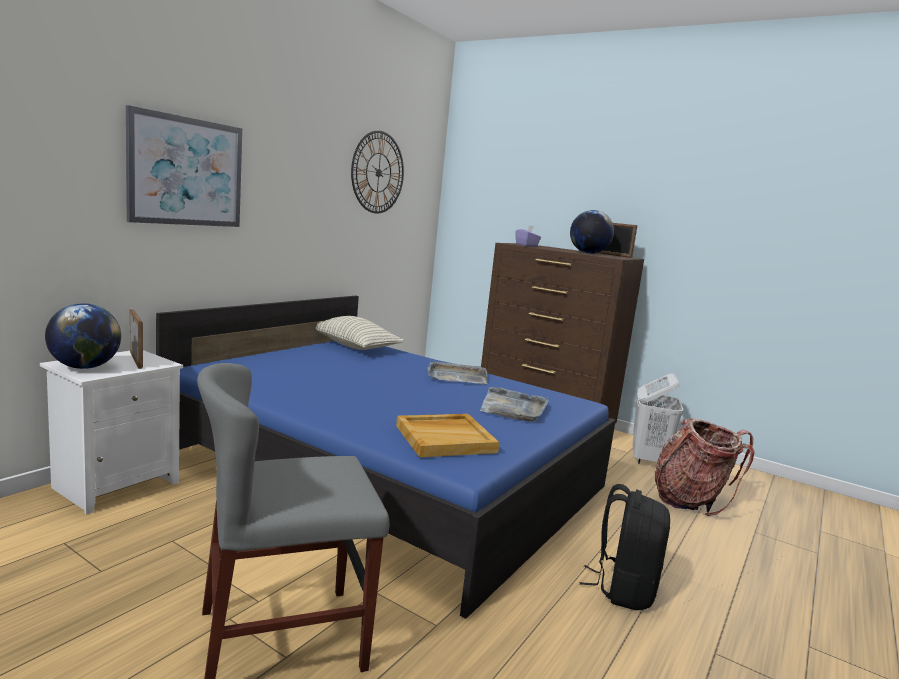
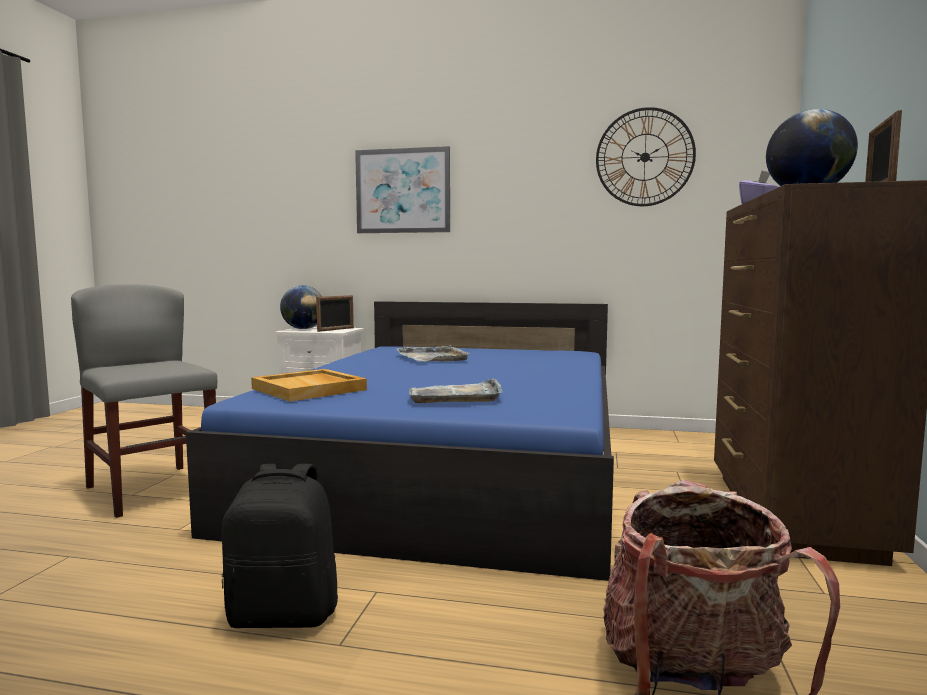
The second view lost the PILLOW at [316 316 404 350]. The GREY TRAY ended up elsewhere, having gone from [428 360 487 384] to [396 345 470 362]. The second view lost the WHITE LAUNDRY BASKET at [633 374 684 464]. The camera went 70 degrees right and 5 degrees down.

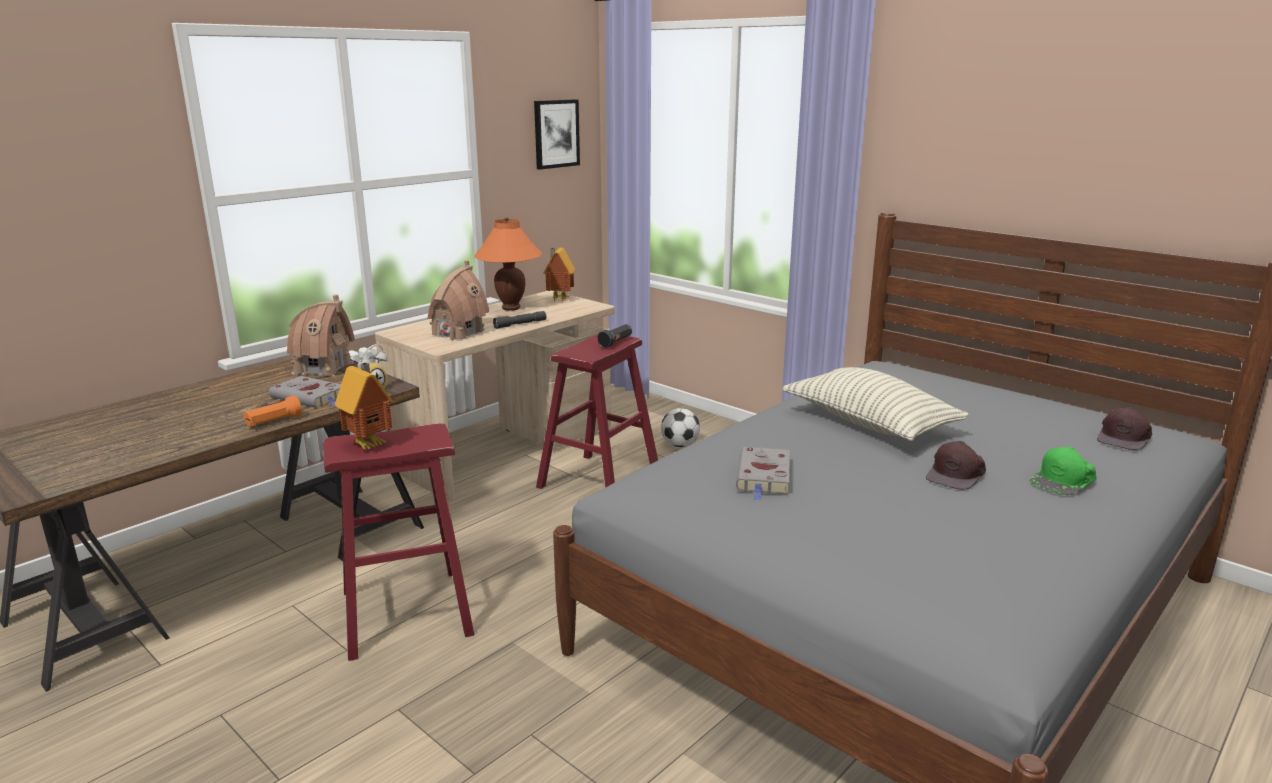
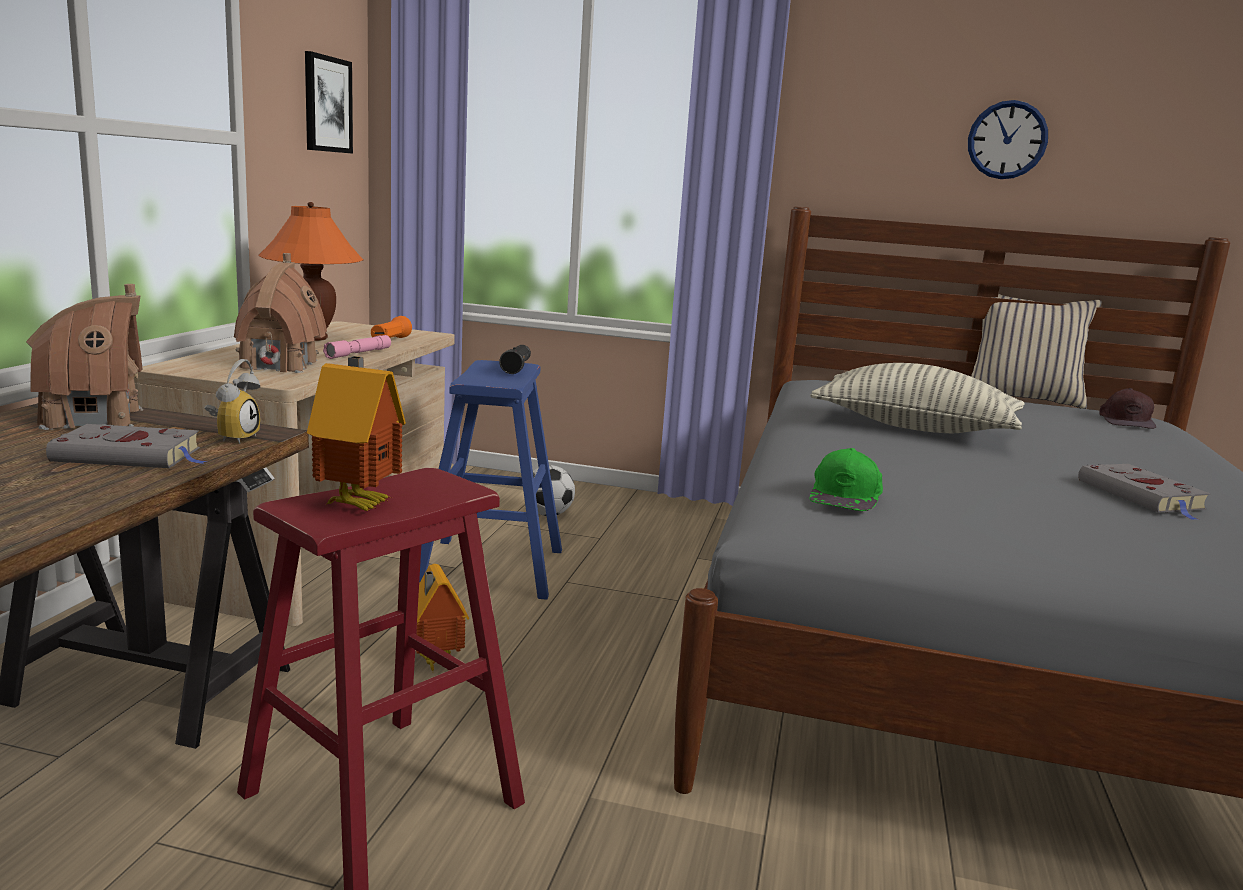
The TOY HOUSE ended up elsewhere, having gone from [543 247 576 302] to [416 564 469 671]. What was the GREY FLASHLIGHT at [493 311 546 329] turned into the PINK FLASHLIGHT at [323 335 391 359]. What was the RED STOOL at [536 334 658 489] turned into the BLUE STOOL at [419 360 562 600]. The ORANGE FLASHLIGHT ended up elsewhere, having gone from [244 395 302 427] to [371 316 412 338]. The second view lost the BROWN CAP at [926 441 986 490]. The GREY BOOK ended up elsewhere, having gone from [736 447 790 500] to [1078 464 1211 520]. The GREEN CAP ended up elsewhere, having gone from [1029 447 1096 495] to [810 448 883 511]. The second view gained the WALL CLOCK at [968 100 1048 179]. The second view gained the BEIGE PILLOW at [971 294 1102 409]. The camera went 30 degrees left and 5 degrees down.

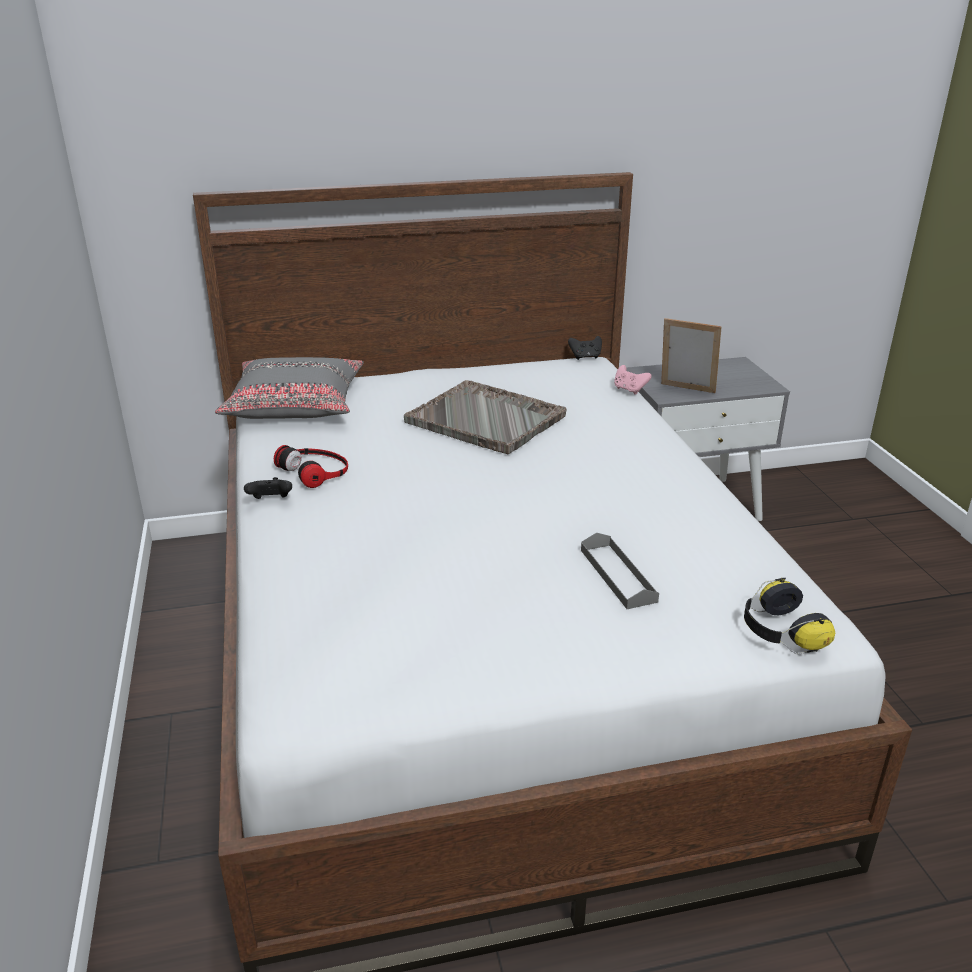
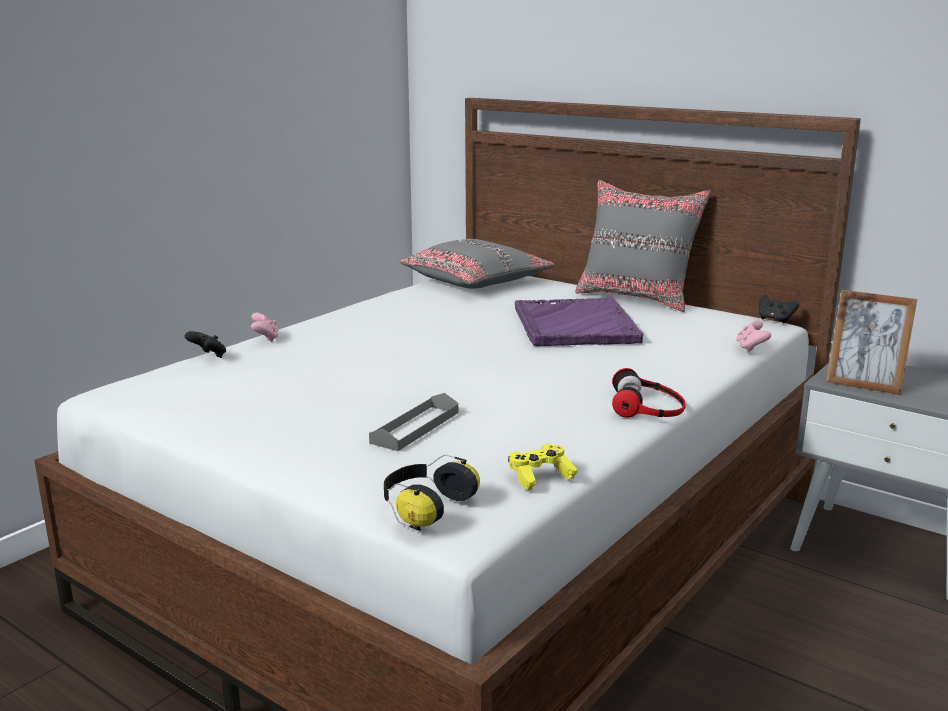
The PICTURE FRAME at [661 318 722 393] ended up facing another way, 135 degrees clockwise from before. What was the GREY TRAY at [404 380 567 454] turned into the PURPLE TRAY at [515 297 644 346]. The HEADPHONES ended up elsewhere, having gone from [274 445 348 488] to [612 368 686 418]. The BLACK GAME CONTROLLER ended up elsewhere, having gone from [244 477 292 499] to [185 331 226 358]. The second view gained the GREY PILLOW at [575 180 711 312]. The second view gained the PINK GAME CONTROLLER at [251 313 279 342]. The second view gained the YELLOW GAME CONTROLLER at [508 444 578 490]. The camera went 50 degrees right and 10 degrees down.

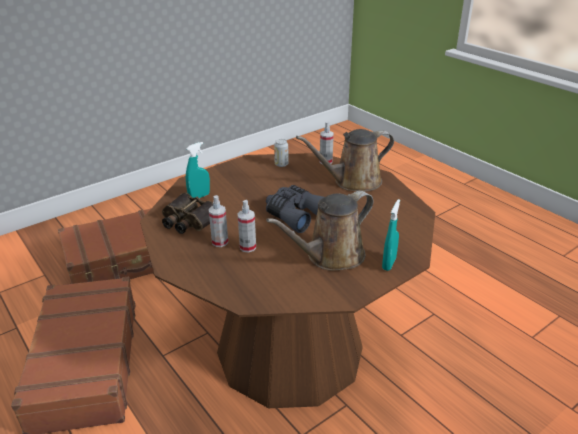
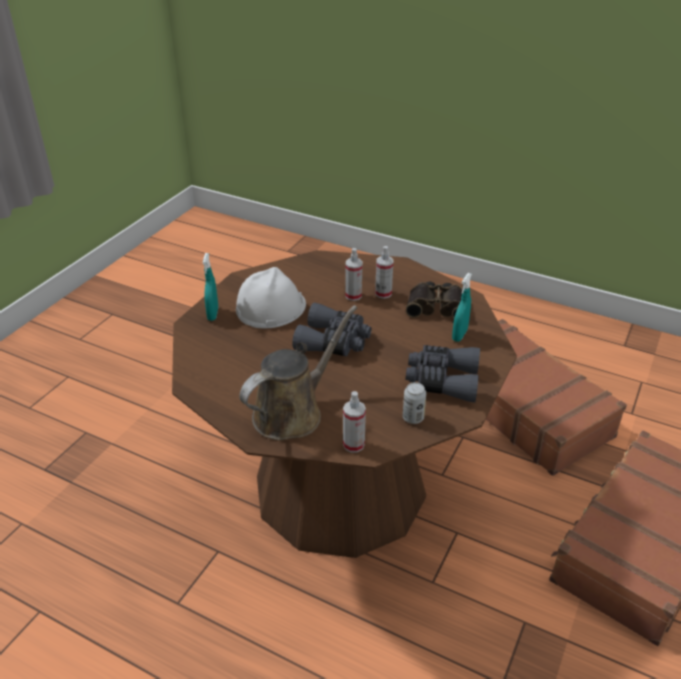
Where the BROWN WATERING CAN stood at [266 191 373 271], the WHITE HARD HAT came to stand at [236 267 306 328]. The second view gained the GREY BINOCULARS at [406 345 480 402]. The camera went 155 degrees right and 5 degrees up.

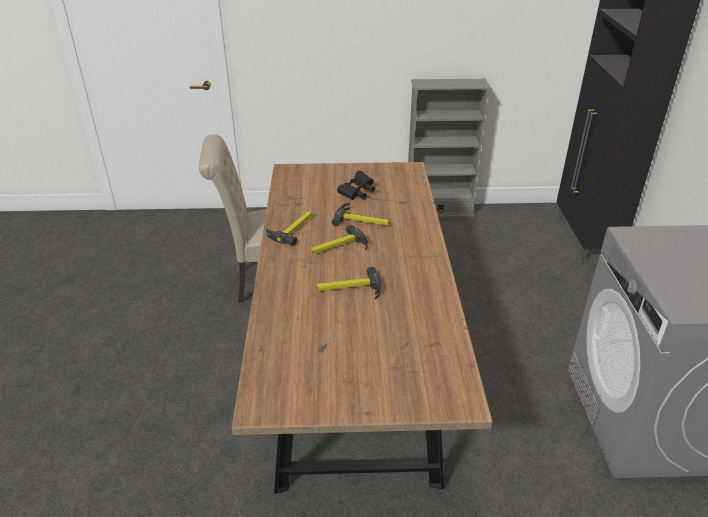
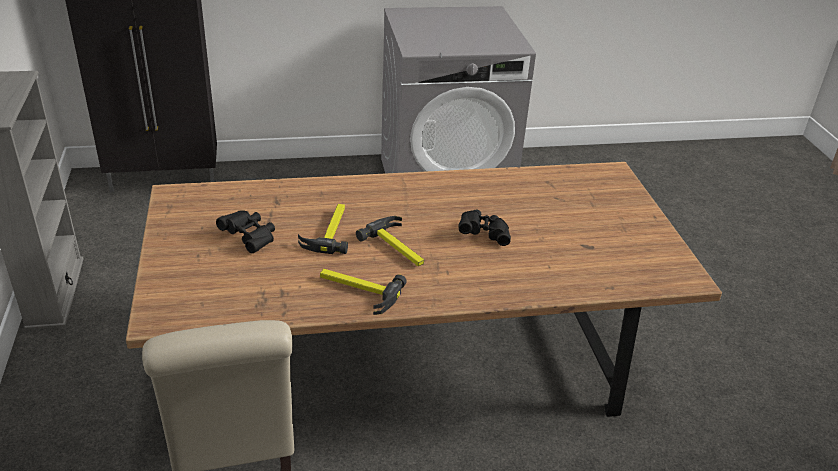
Where the HAMMER stood at [316 267 381 299], the BLACK BINOCULARS came to stand at [458 210 511 246]. The camera went 100 degrees left and 0 degrees up.

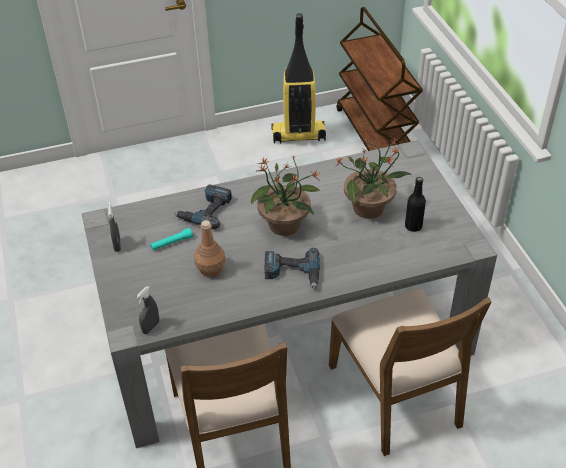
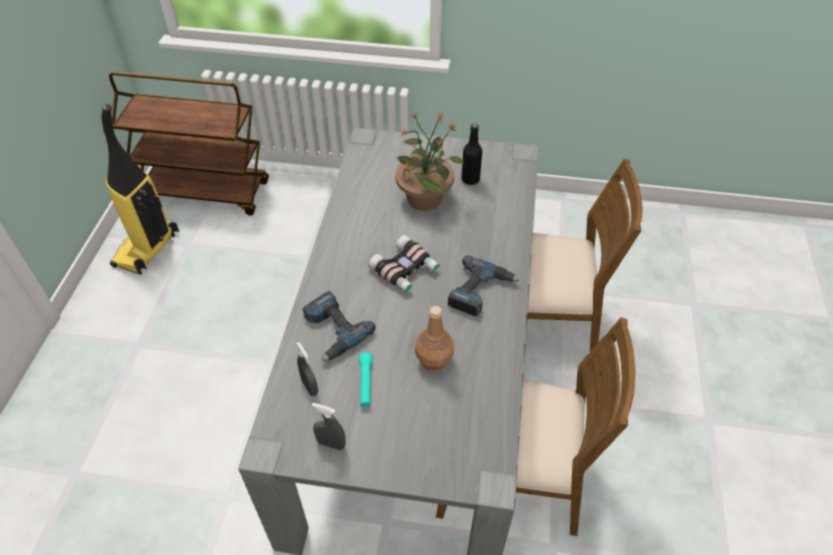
Where the POTTED PLANT stood at [251 155 321 236], the BINOCULARS came to stand at [368 235 440 293]. The GREY SPRAY BOTTLE ended up elsewhere, having gone from [136 286 159 334] to [296 342 318 396]. The camera went 65 degrees left and 5 degrees up.

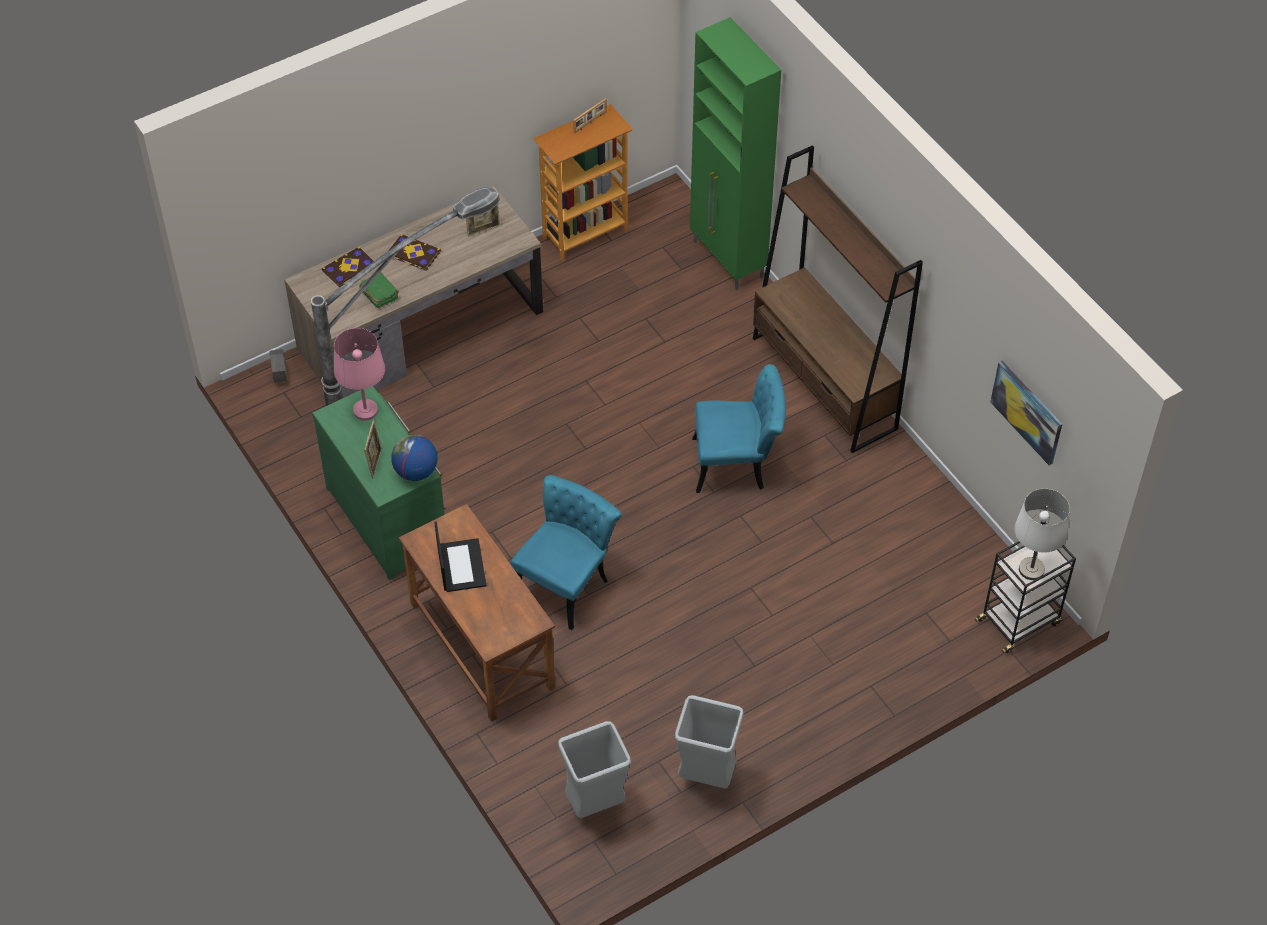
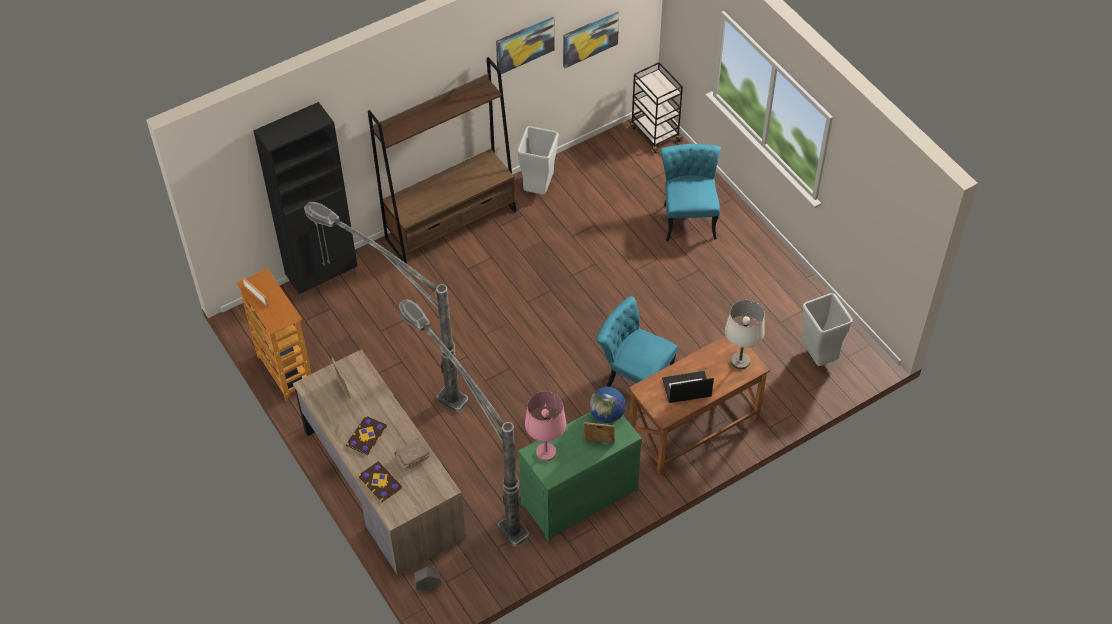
What was the GREEN CABINET at [690 17 781 291] turned into the BLACK CABINET at [253 102 358 301]. What was the GREEN BOOK at [359 272 399 308] turned into the BROWN BOOK at [395 438 430 471]. The TURQUOISE CHAIR ended up elsewhere, having gone from [692 364 786 493] to [660 144 721 241]. The WHITE TABLE LAMP ended up elsewhere, having gone from [1014 489 1070 580] to [725 300 765 369]. The GREY TRASH CAN ended up elsewhere, having gone from [675 695 743 788] to [517 126 559 194]. The second view gained the PICTURE at [496 16 555 74]. The second view gained the FLOOR LAMP at [304 202 468 412]. The camera went 90 degrees left and 0 degrees up.

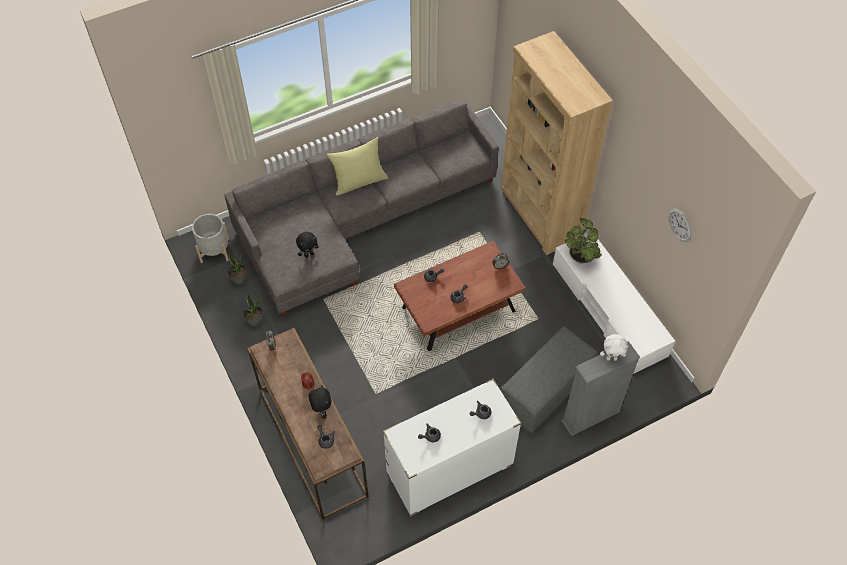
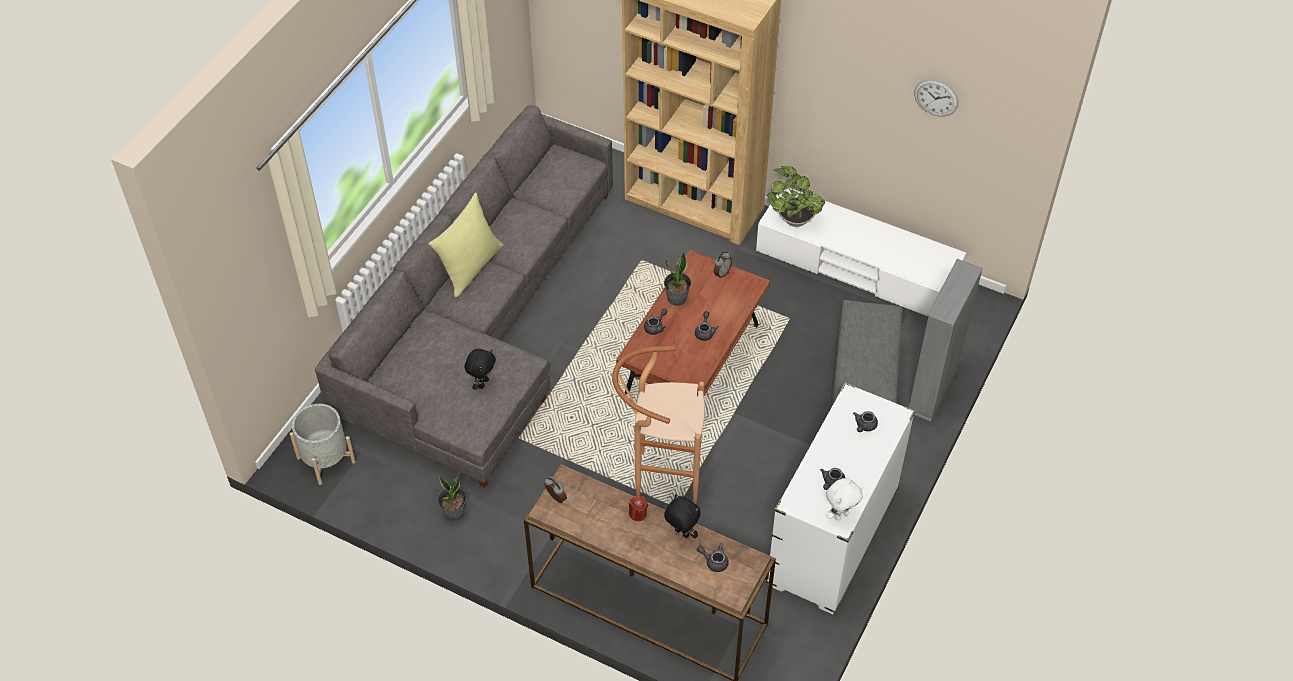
The POTTED PLANT ended up elsewhere, having gone from [228 252 246 285] to [664 252 691 306]. The WHITE PLUSH TOY ended up elsewhere, having gone from [600 334 628 361] to [826 478 863 520]. The second view gained the BROWN STOOL at [612 346 705 504]. The camera went 35 degrees left and 5 degrees down.

